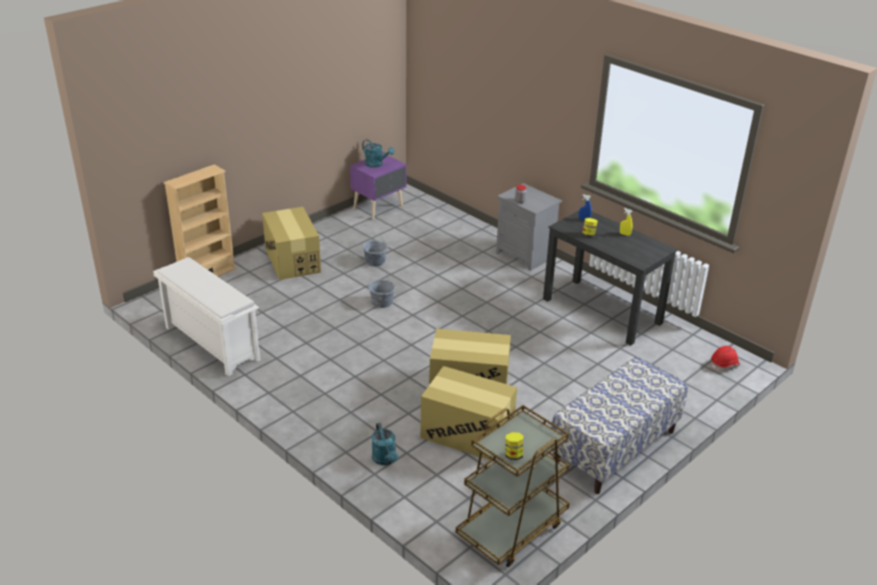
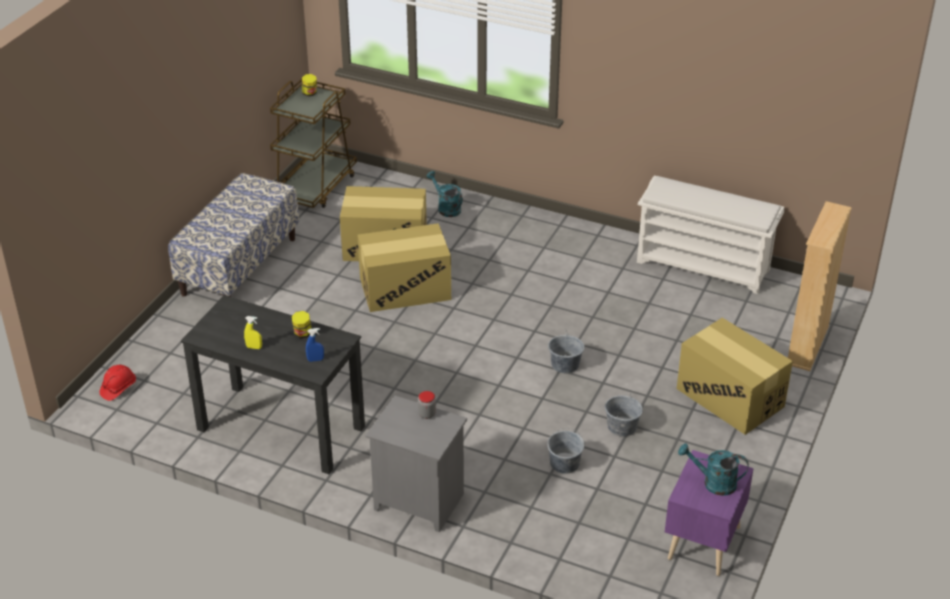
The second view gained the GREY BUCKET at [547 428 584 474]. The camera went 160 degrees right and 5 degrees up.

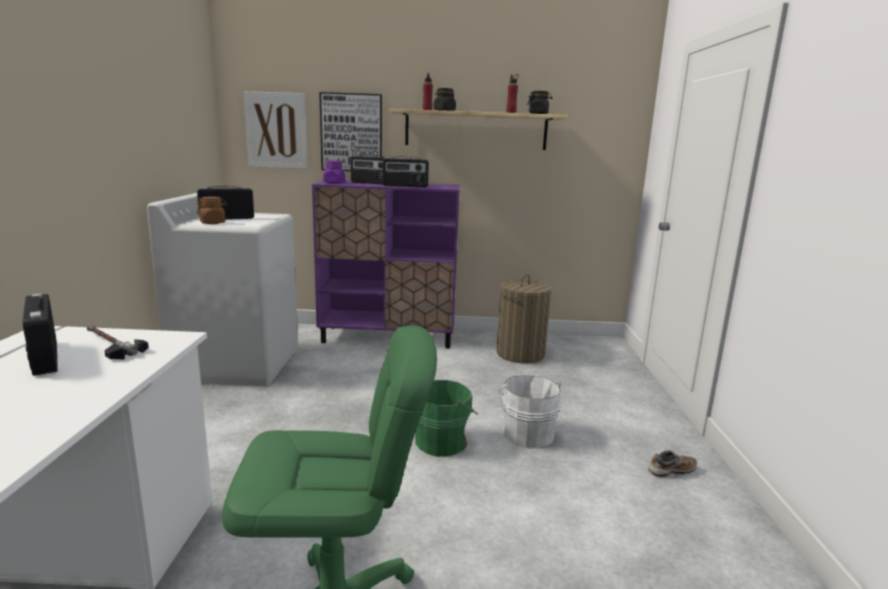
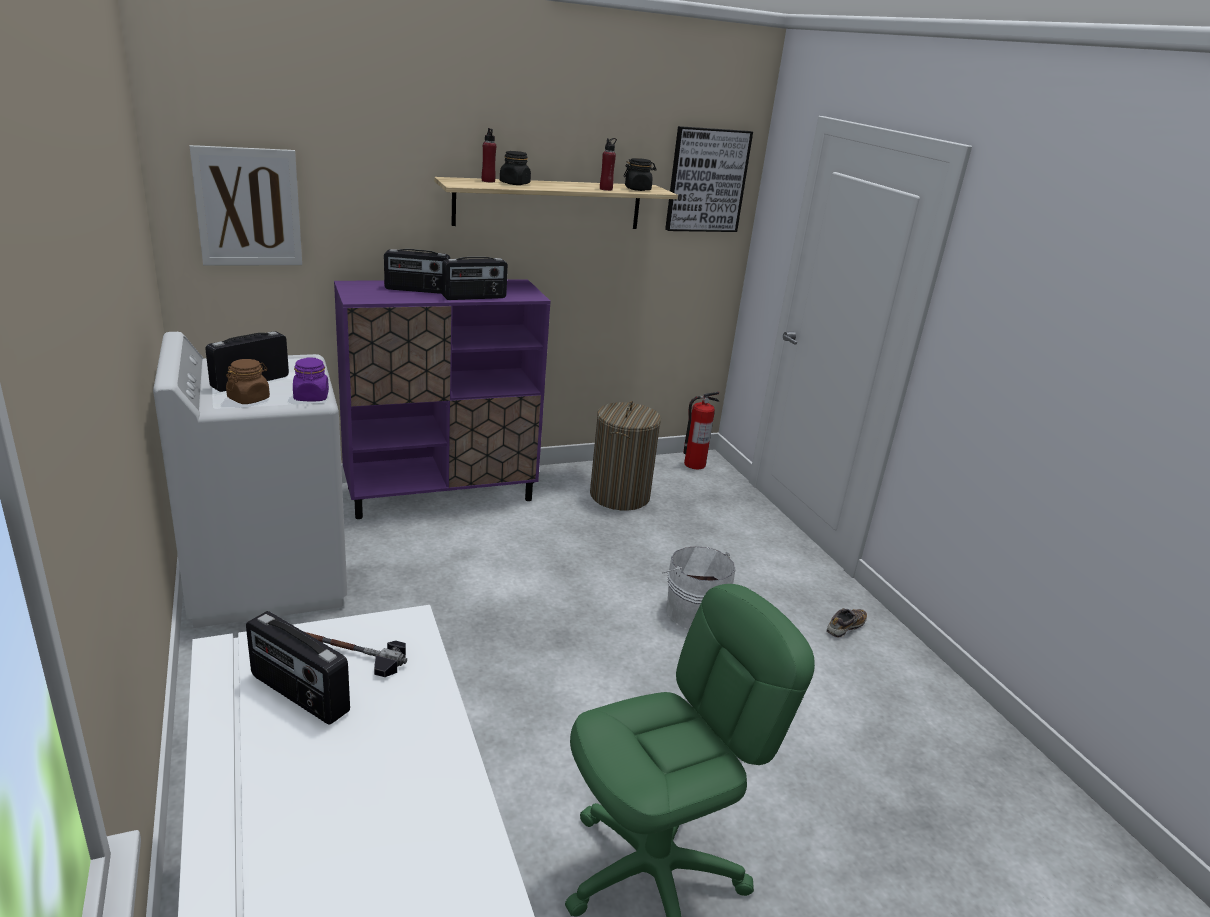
The PICTURE ended up elsewhere, having gone from [319 92 382 171] to [665 126 753 232]. The PURPLE JAR ended up elsewhere, having gone from [323 161 345 184] to [293 357 329 401]. The second view lost the GREEN BUCKET at [415 380 478 457]. The second view gained the FIRE EXTINGUISHER at [683 392 719 470]. The camera went 25 degrees left and 10 degrees up.

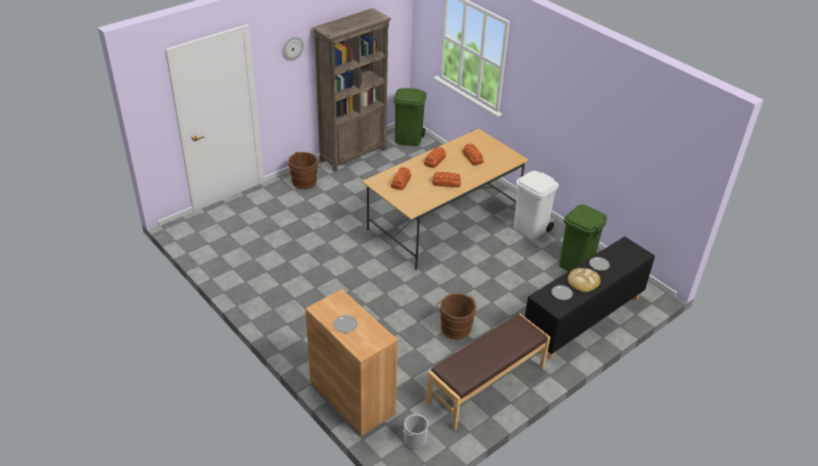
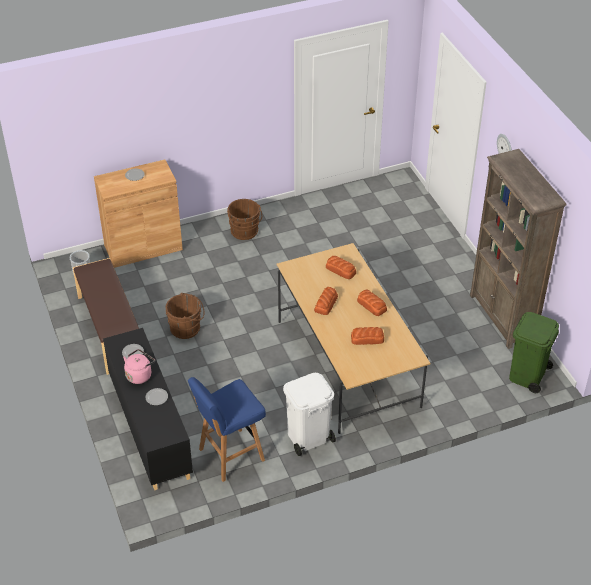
The BROWN BUCKET ended up elsewhere, having gone from [288 152 322 189] to [227 199 262 240]. Where the GREEN TRASH CAN stood at [559 205 607 271], the BLUE STOOL came to stand at [188 377 266 482]. Where the BREAD stood at [568 268 601 292], the PINK KETTLE came to stand at [123 349 155 384]. The camera went 110 degrees right and 5 degrees up.

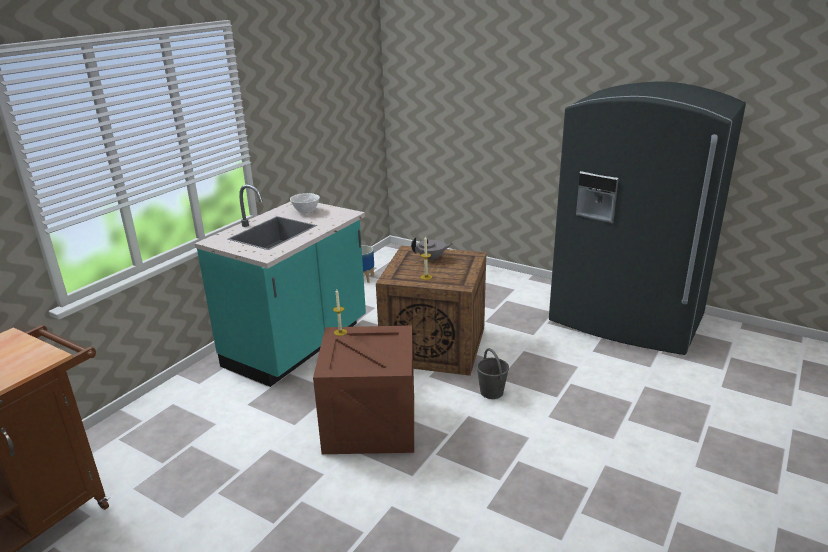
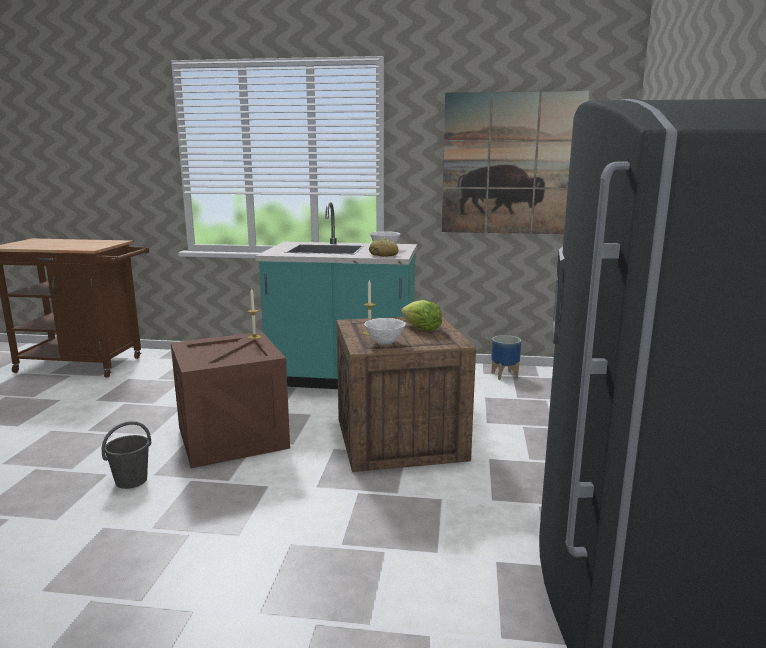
Where the GREY TEAPOT stood at [411 237 453 262], the LETTUCE came to stand at [401 300 442 331]. The GREY BUCKET ended up elsewhere, having gone from [476 348 509 399] to [102 421 151 489]. The second view gained the PICTURE at [442 91 590 234]. The second view gained the BREAD at [369 239 399 257]. The second view gained the WHITE BOWL at [364 318 406 344]. The camera went 65 degrees right and 10 degrees down.

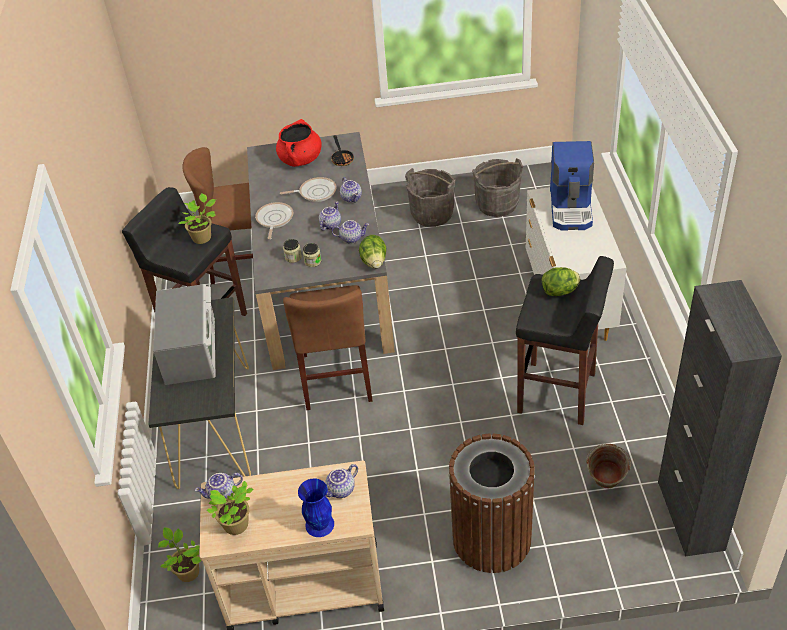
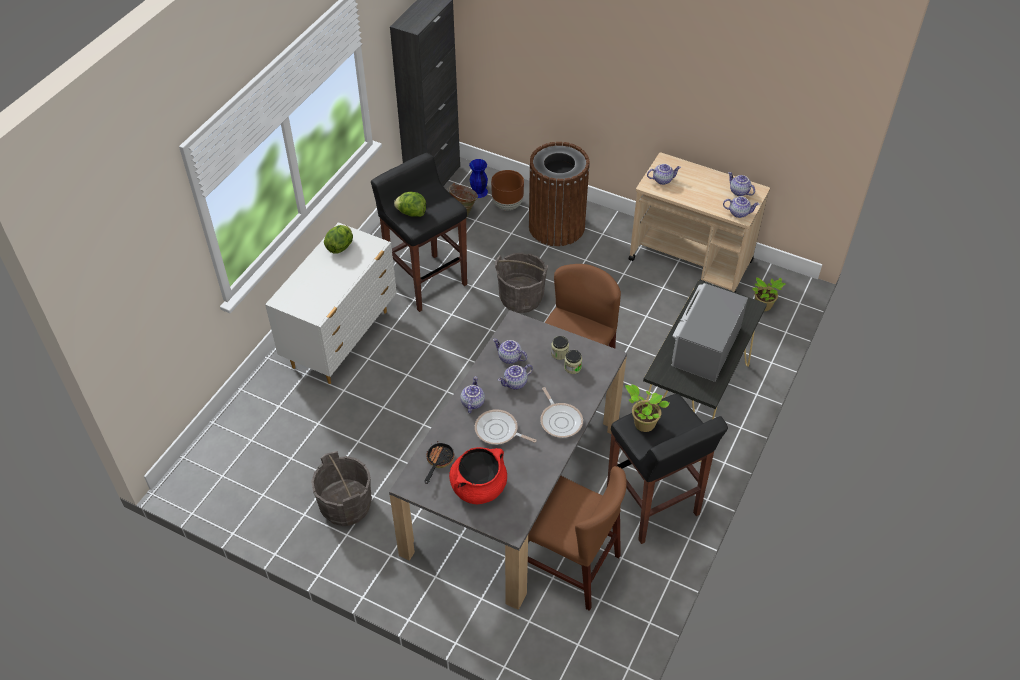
The second view lost the COFFEE MACHINE at [550 141 594 231]. The GREY BUCKET ended up elsewhere, having gone from [472 158 523 217] to [495 252 548 313]. The FRYING PAN at [255 202 293 239] ended up facing another way, 60 degrees counterclockwise from before. The LETTUCE ended up elsewhere, having gone from [359 235 387 269] to [324 225 353 254]. The BLUE VASE ended up elsewhere, having gone from [298 478 334 537] to [469 159 488 198]. Where the POTTED PLANT stood at [207 481 253 535], the TEAPOT came to stand at [728 172 755 196]. The second view gained the BROWN PLANTER at [491 170 524 210]. The camera went 150 degrees left and 5 degrees up.

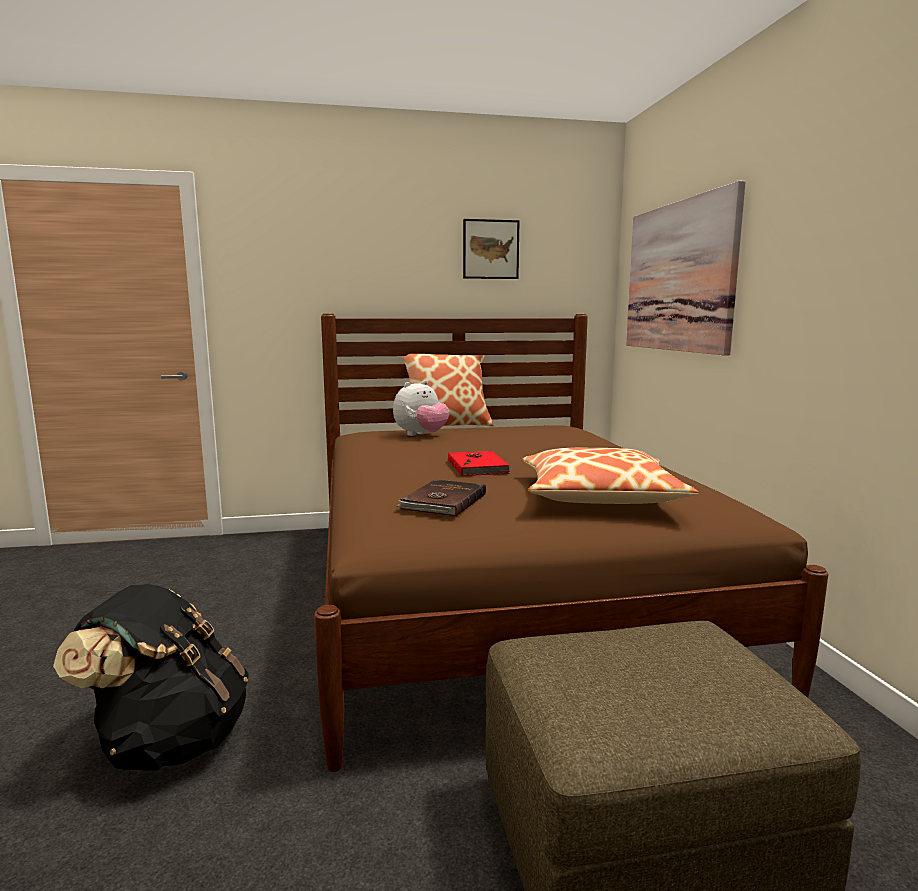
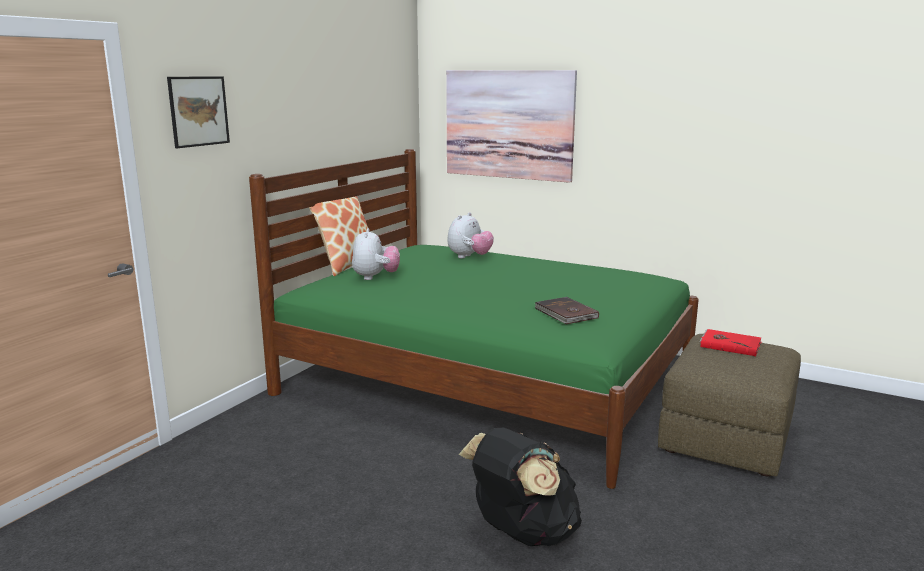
The PICTURE ended up elsewhere, having gone from [463 219 520 279] to [167 76 230 148]. What was the BROWN BED at [314 313 828 772] turned into the GREEN BED at [249 149 699 489]. The second view lost the PILLOW at [522 448 699 504]. The RED BOOK ended up elsewhere, having gone from [448 451 510 476] to [700 329 762 356]. The second view gained the PLUSH TOY at [447 212 494 258]. The camera went 50 degrees left and 5 degrees up.

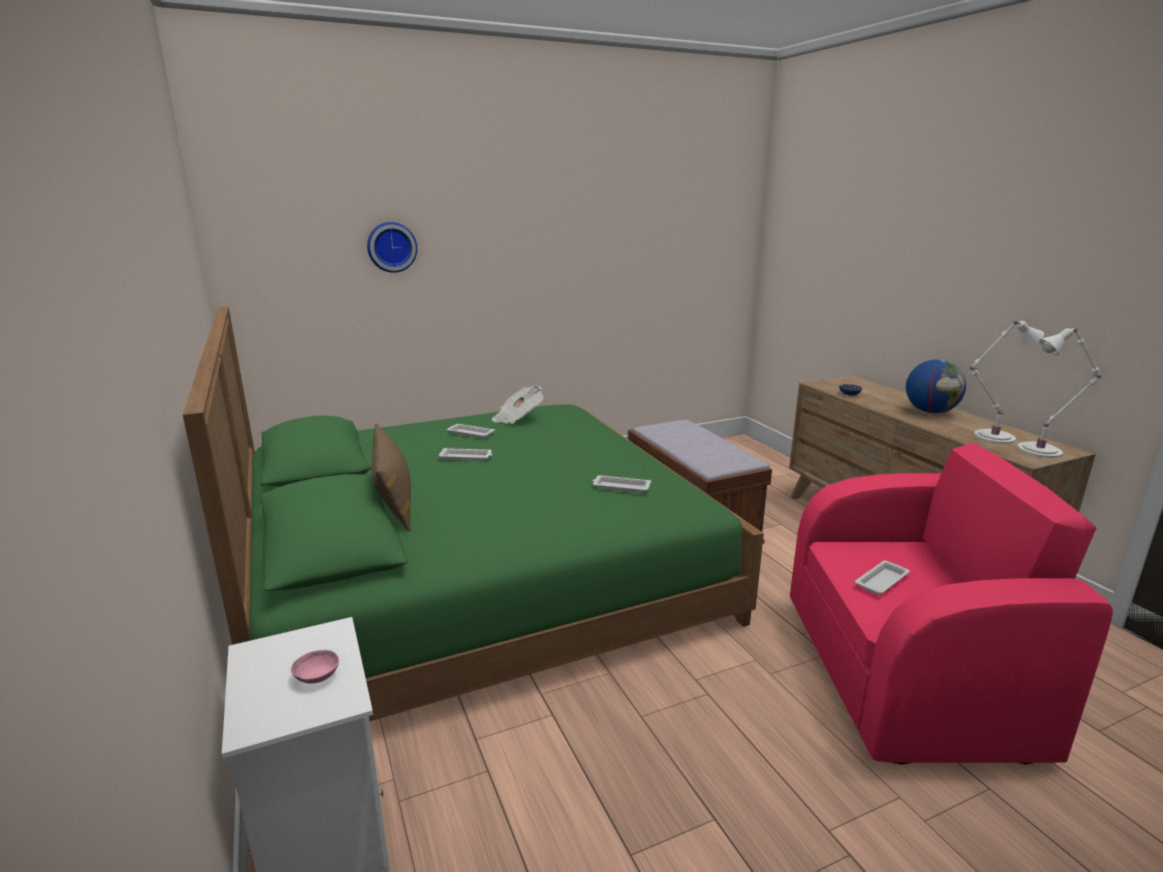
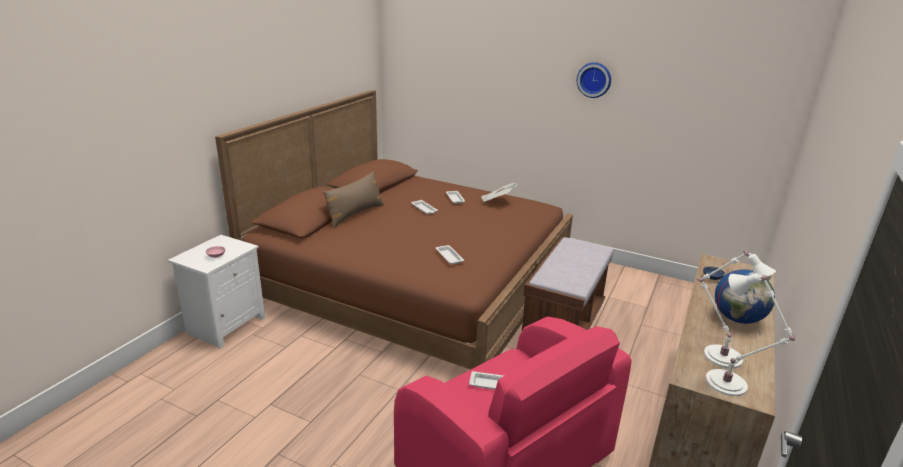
The WALL CLOCK ended up elsewhere, having gone from [367 222 417 273] to [577 62 611 98]. What was the GREEN BED at [183 307 764 721] turned into the BROWN BED at [215 90 573 370]. The camera went 50 degrees right and 5 degrees up.

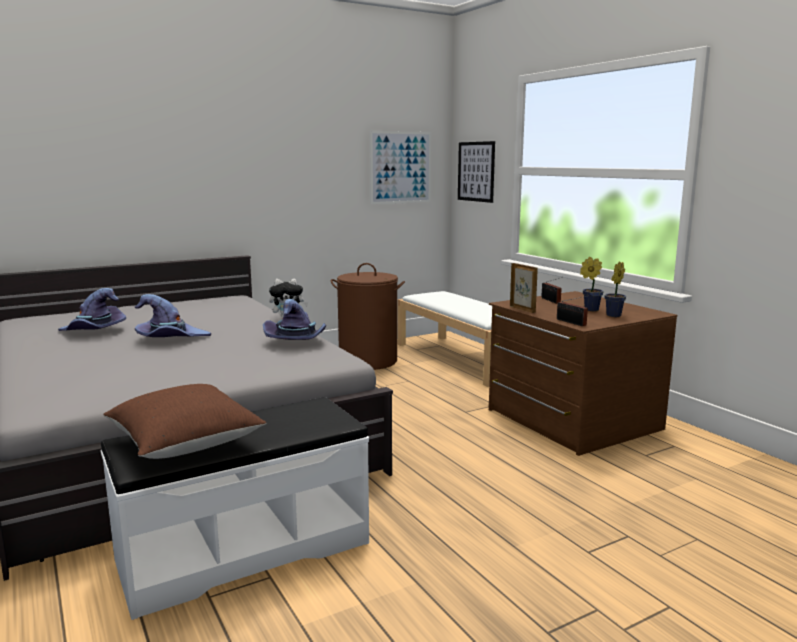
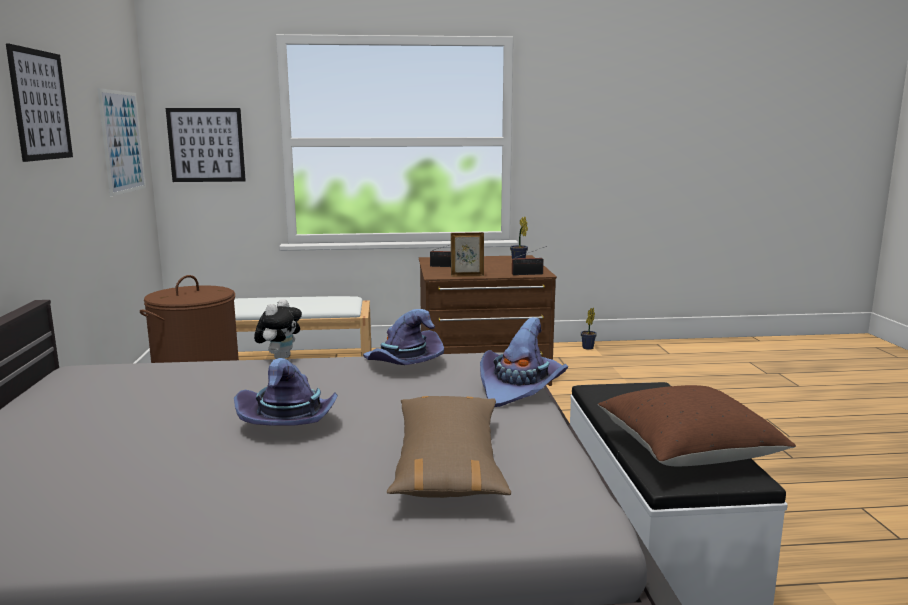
The POTTED PLANT ended up elsewhere, having gone from [580 257 604 311] to [581 308 597 350]. The PURPLE HAT ended up elsewhere, having gone from [58 288 126 331] to [480 317 568 407]. The second view gained the PICTURE at [6 44 73 162]. The second view gained the BROWN PILLOW at [387 396 511 498]. The camera went 65 degrees left and 0 degrees up.

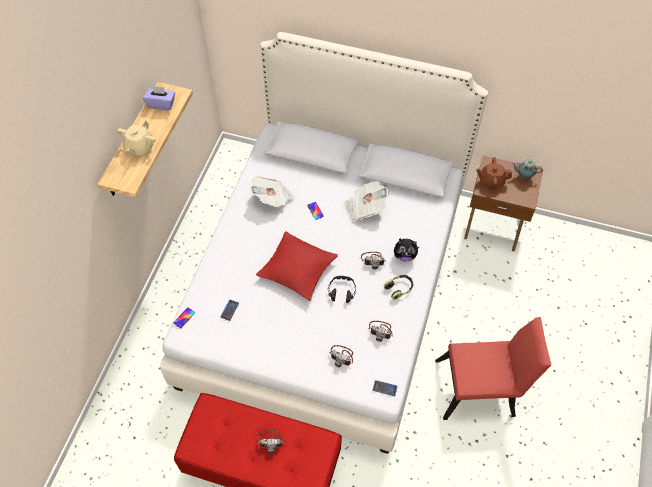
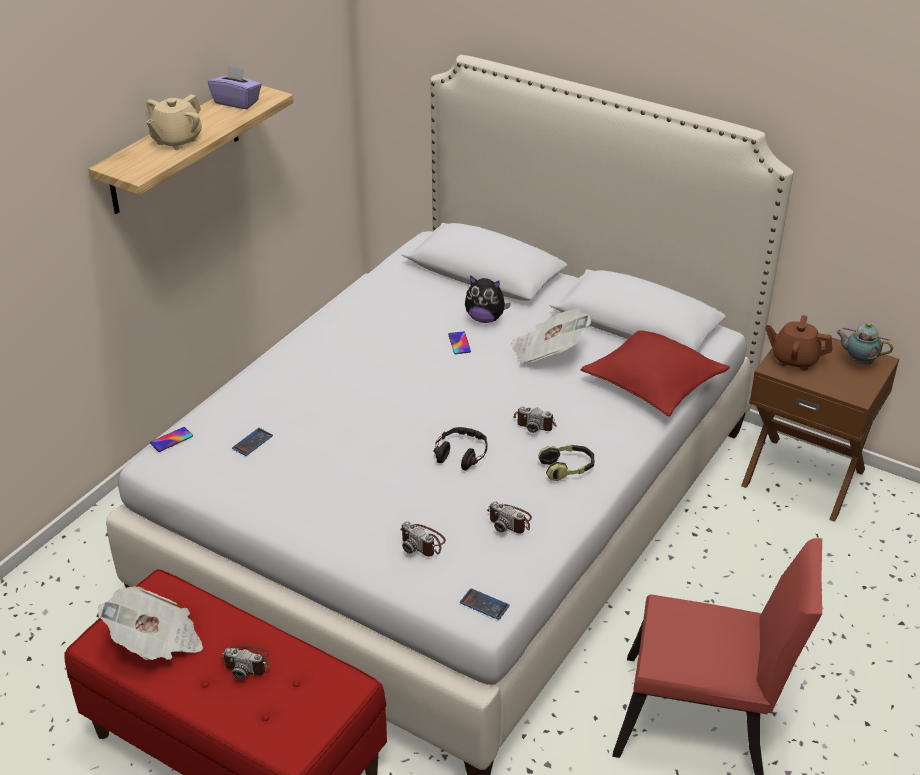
The NEWSPAPER ended up elsewhere, having gone from [249 176 295 207] to [98 586 203 661]. The RED PILLOW ended up elsewhere, having gone from [256 231 338 301] to [581 330 730 416]. The PLUSH TOY ended up elsewhere, having gone from [394 238 419 261] to [465 275 511 323]. The camera went 15 degrees right and 20 degrees down.

